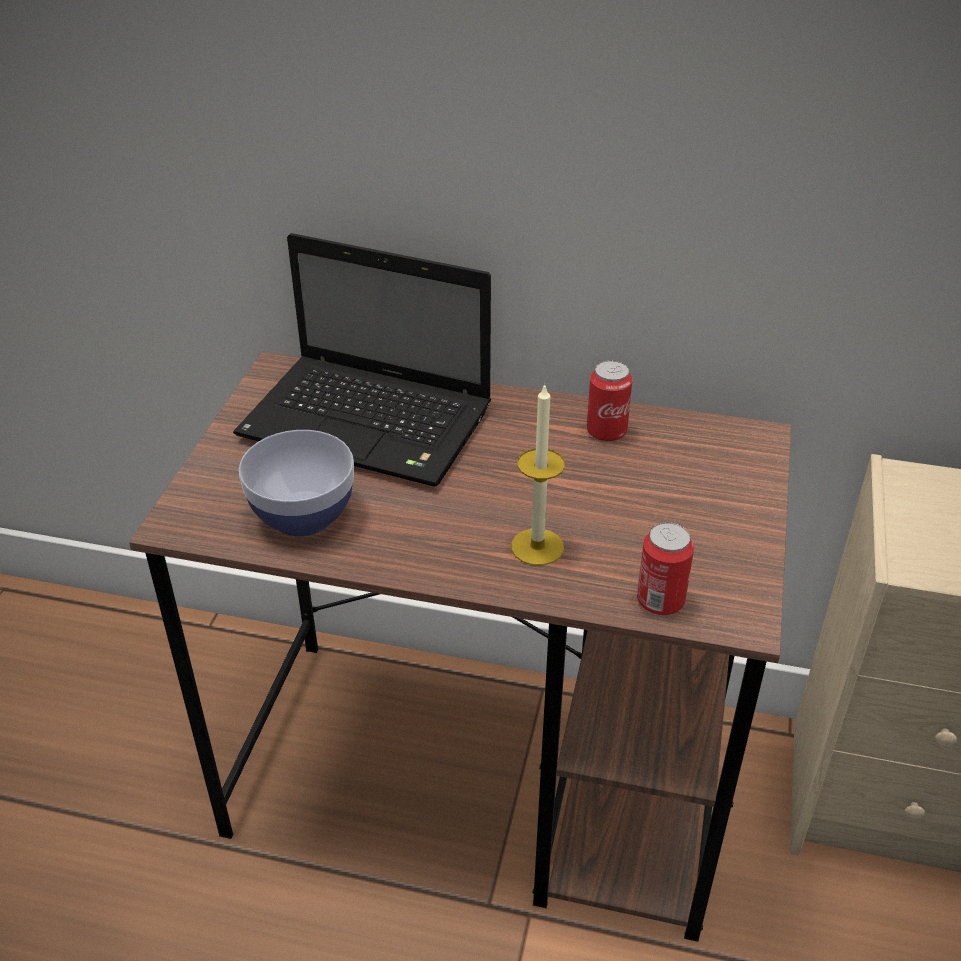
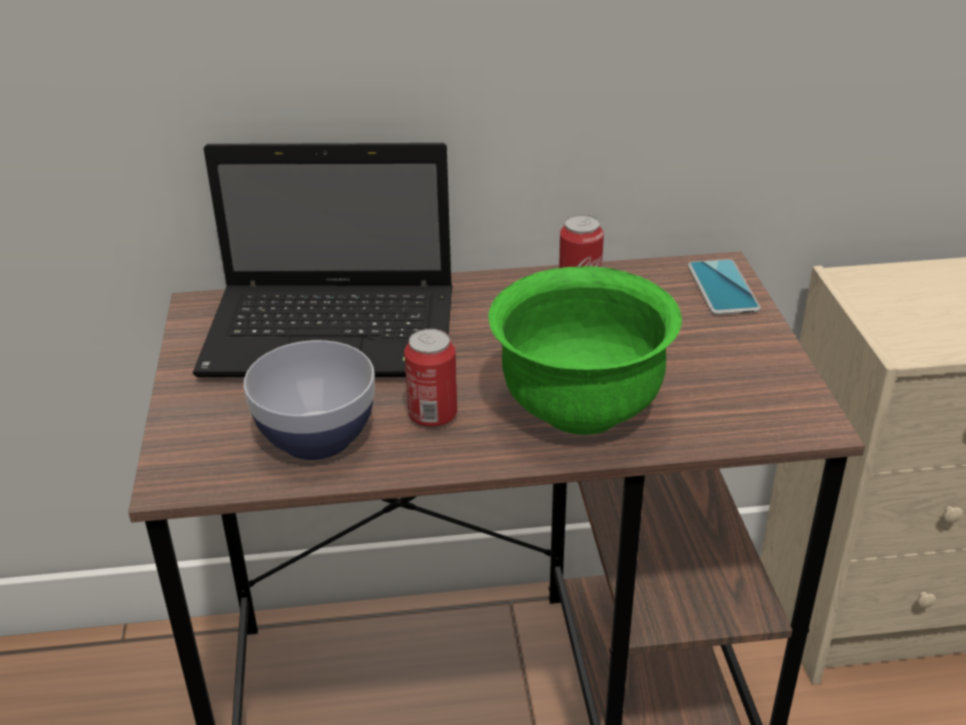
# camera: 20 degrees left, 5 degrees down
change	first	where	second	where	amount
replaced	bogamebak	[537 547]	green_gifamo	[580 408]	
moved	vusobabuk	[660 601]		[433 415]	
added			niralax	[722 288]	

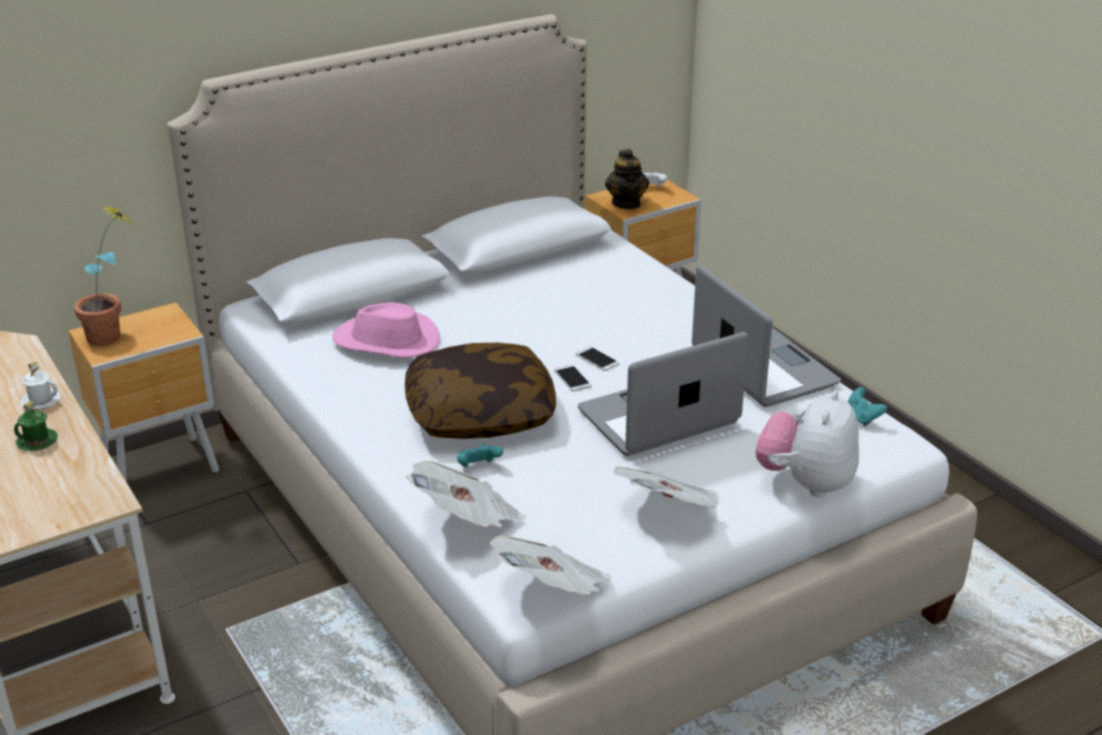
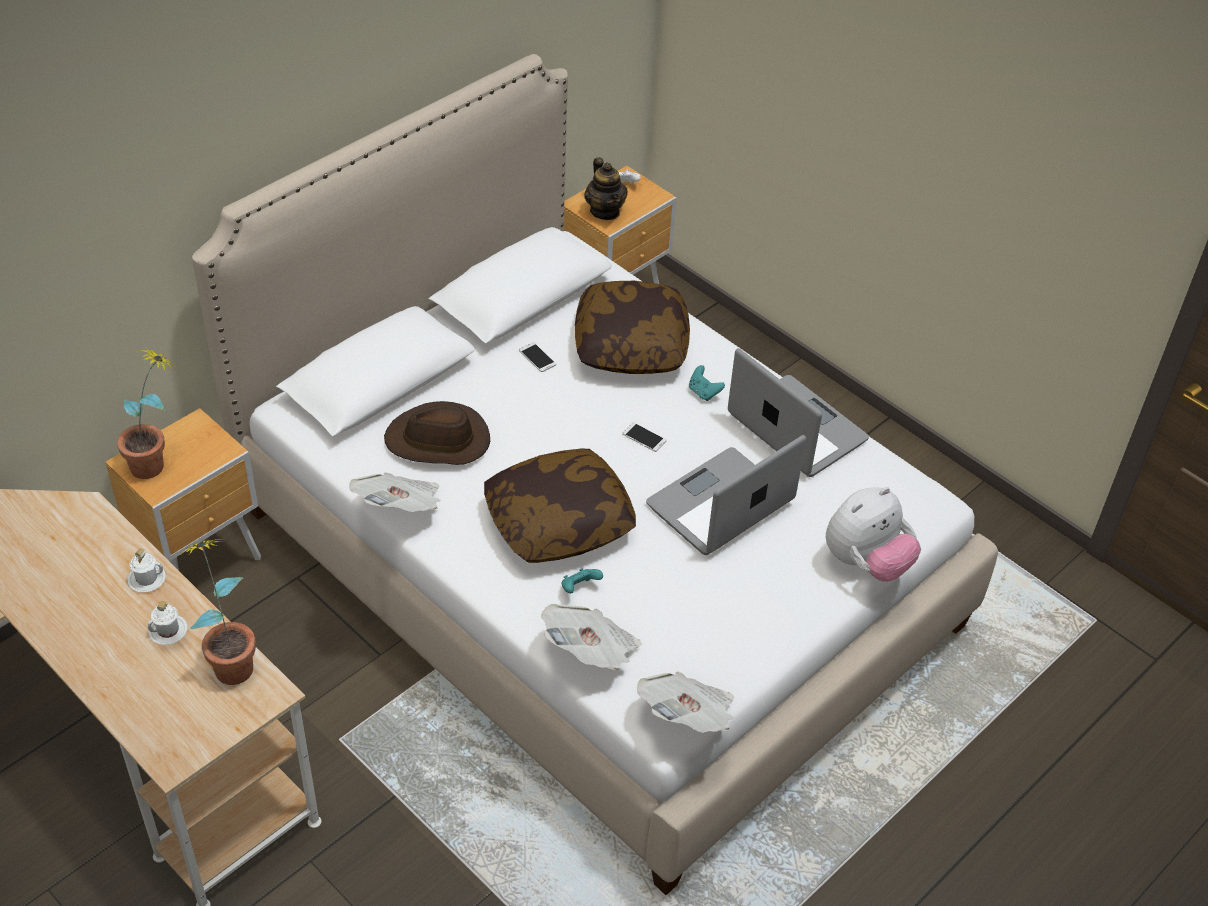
# camera: 15 degrees left, 15 degrees up
change	first	where	second	where	amount
recoloured	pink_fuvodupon	[386 342]	brown_fuvodupon	[438 441]	
moved	niralax	[572 378]		[537 357]	
moved	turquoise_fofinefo	[862 418]		[703 392]	
turned	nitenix	[806 483]		[866 563]	135 degrees counterclockwise
recoloured	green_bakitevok	[37 441]	white_bakitevok	[168 631]	
moved	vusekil	[670 510]		[400 508]	
added			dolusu	[630 345]	
added			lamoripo	[230 660]	

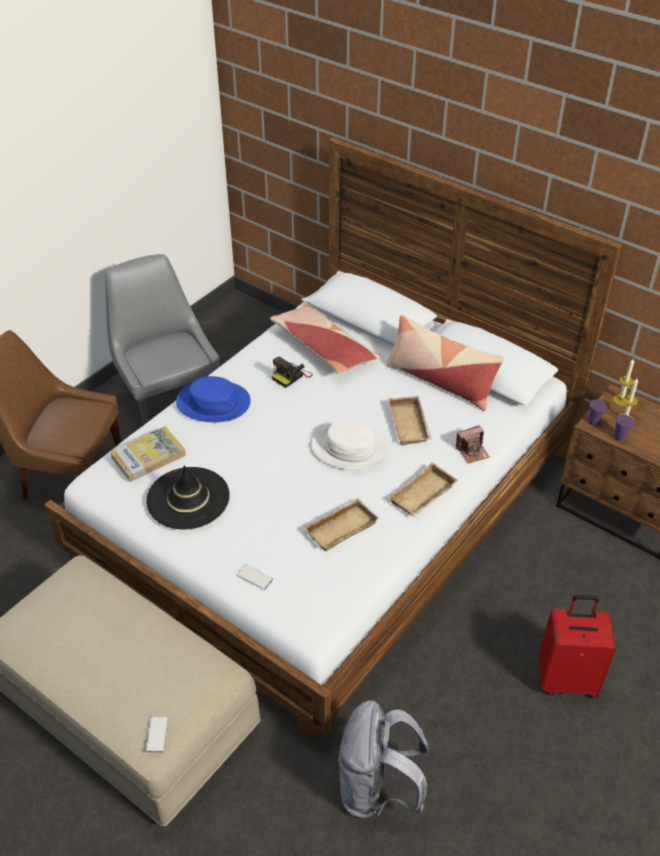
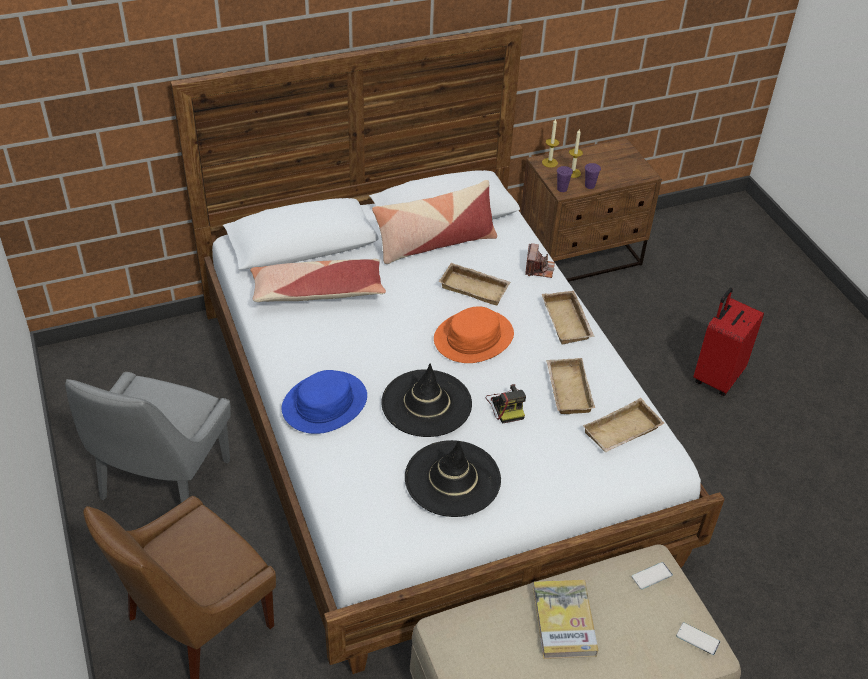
# camera: 60 degrees left, 0 degrees up
change	first	where	second	where	amount
turned	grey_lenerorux	[169 400]		[163 483]	75 degrees counterclockwise
moved	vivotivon	[291 376]		[506 406]	
recoloured	white_fuvodupon	[350 448]	orange_fuvodupon	[473 338]	
moved	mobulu	[148 456]		[564 621]	
moved	niralax	[254 577]		[651 576]	
removed	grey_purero	[377 789]			
added			black_fuvodupon	[426 403]	
added			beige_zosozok	[622 432]	

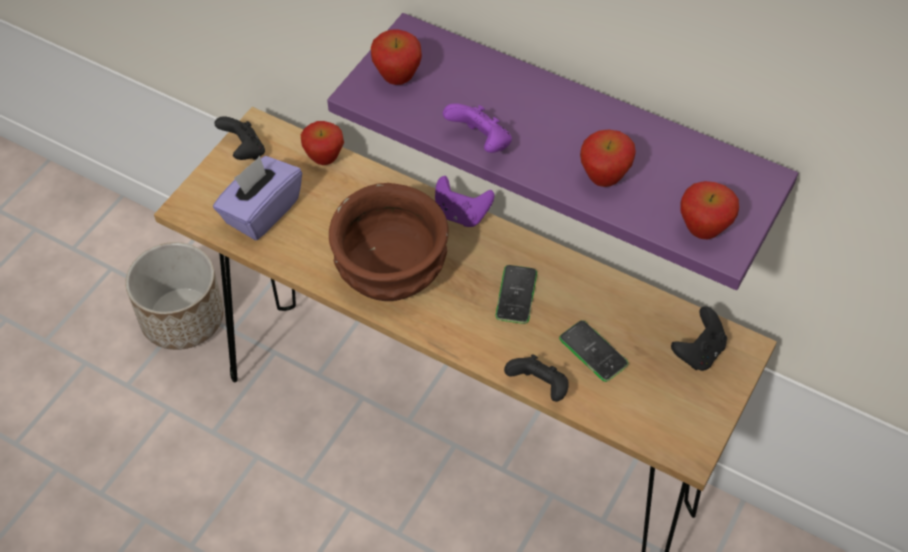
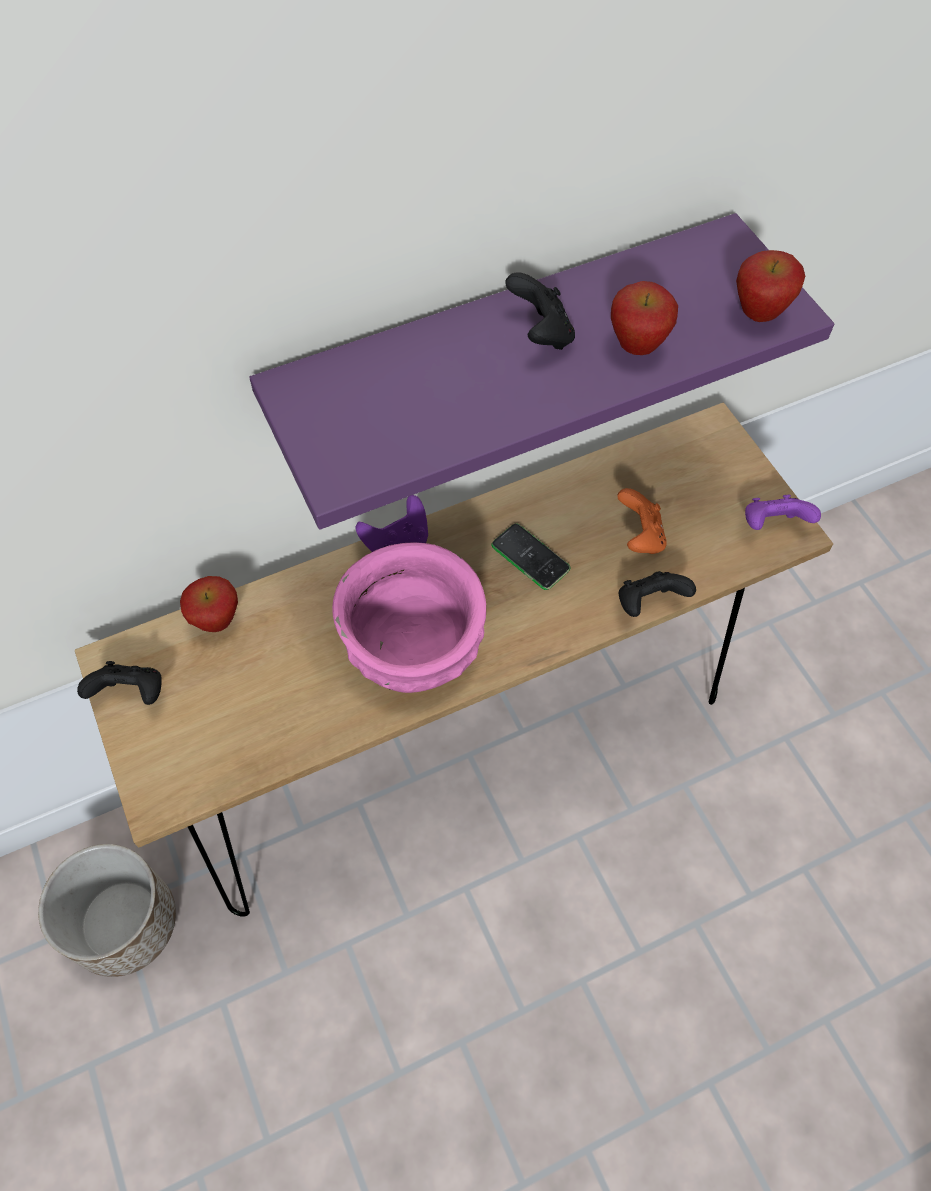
# camera: 55 degrees left, 5 degrees up
change	first	where	second	where	amount
removed	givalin	[397 79]			
moved	purple_fofinefo	[480 143]		[772 525]	
removed	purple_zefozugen	[261 212]			
recoloured	brown_gifamo	[392 270]	pink_gifamo	[416 645]	
moved	black_fofinefo	[698 352]		[541 334]	
replaced	niralax	[593 351]	orange_fofinefo	[639 536]	

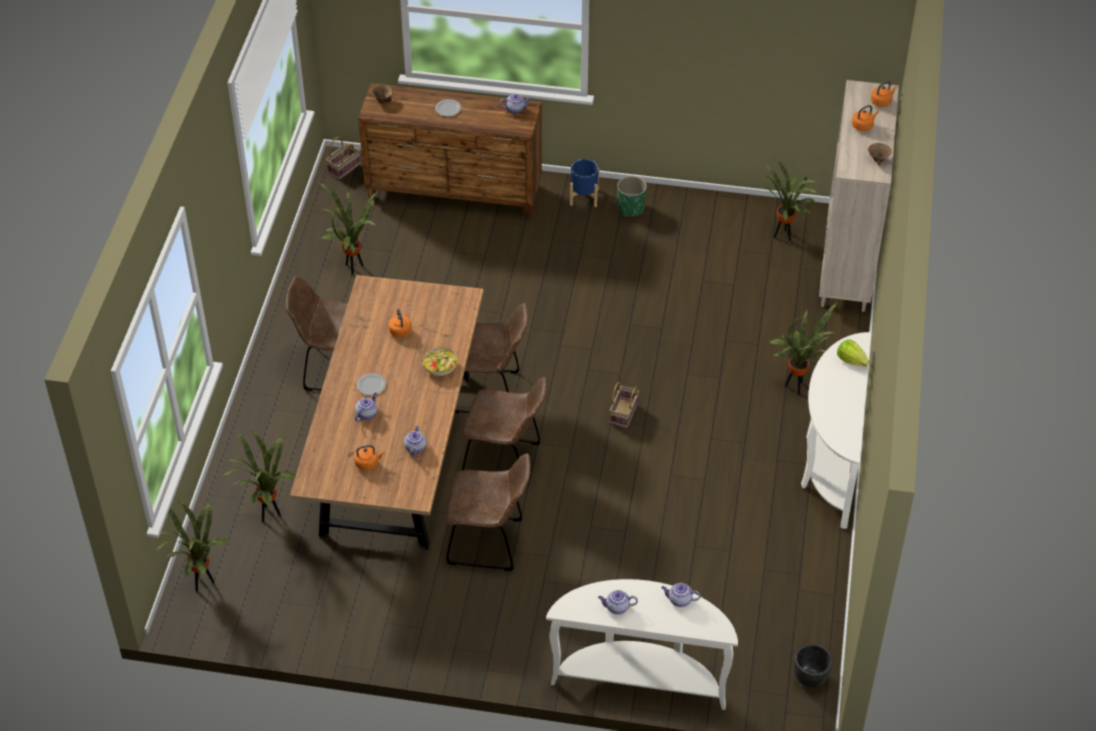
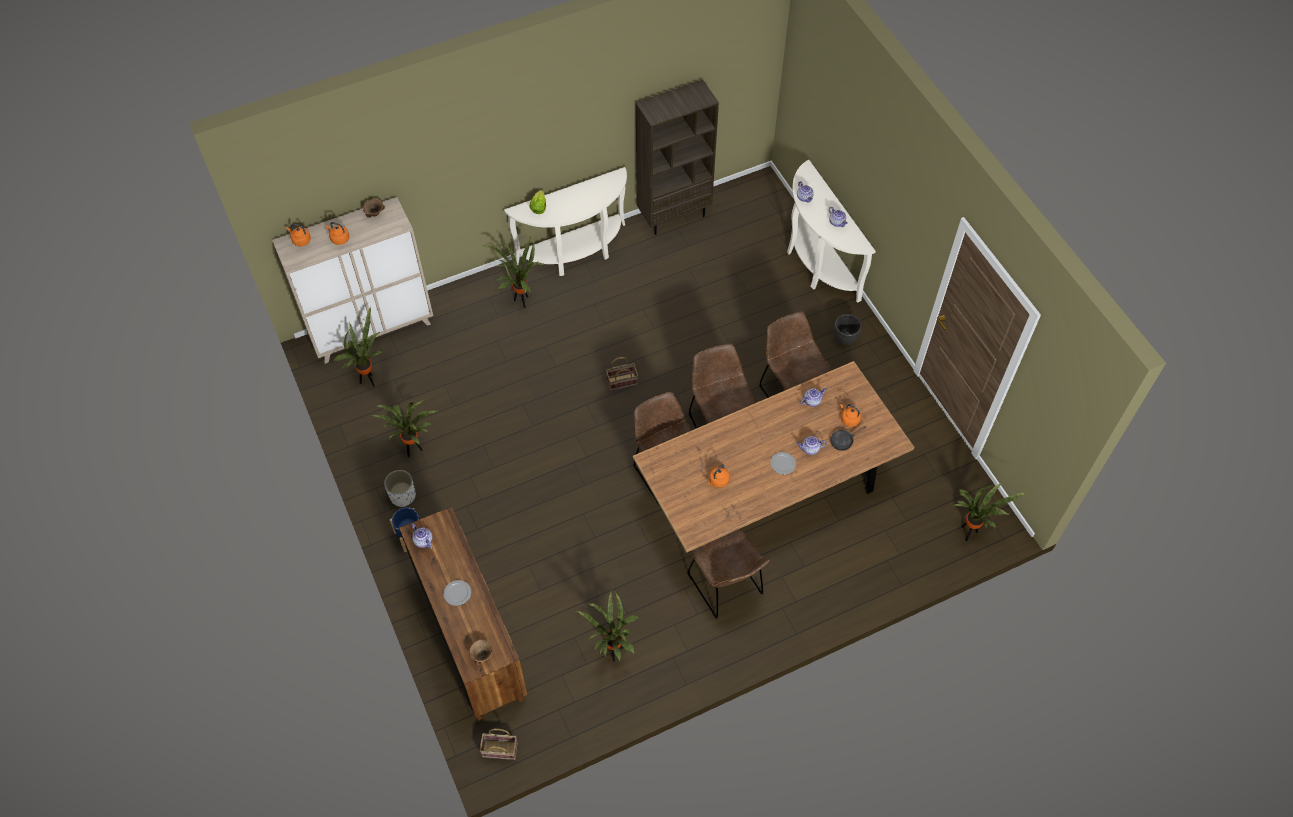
# camera: 125 degrees left, 10 degrees up
change	first	where	second	where	amount
recoloured	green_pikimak	[631 208]	white_pikimak	[403 496]	
removed	gifamo	[440 367]			
moved	lamoripo	[268 514]		[414 450]	
moved	black_pikimak	[810 679]		[845 339]	
added			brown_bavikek	[674 215]	
added			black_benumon	[843 441]	

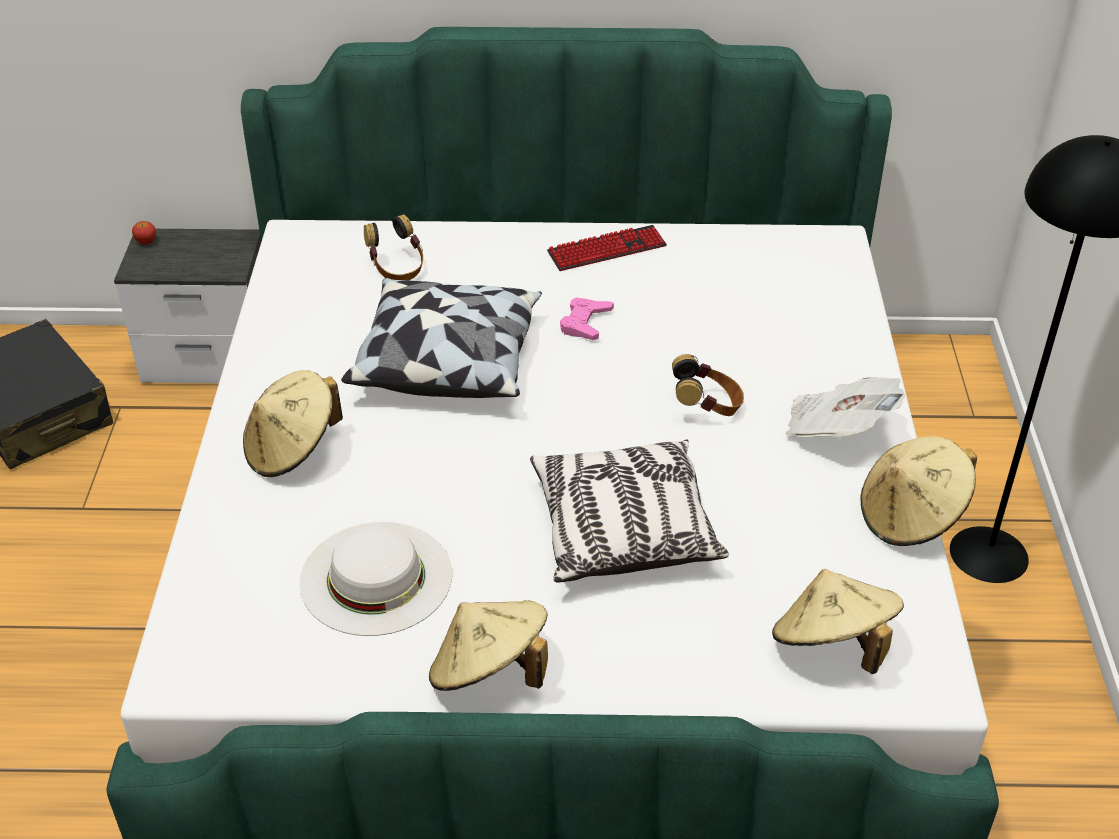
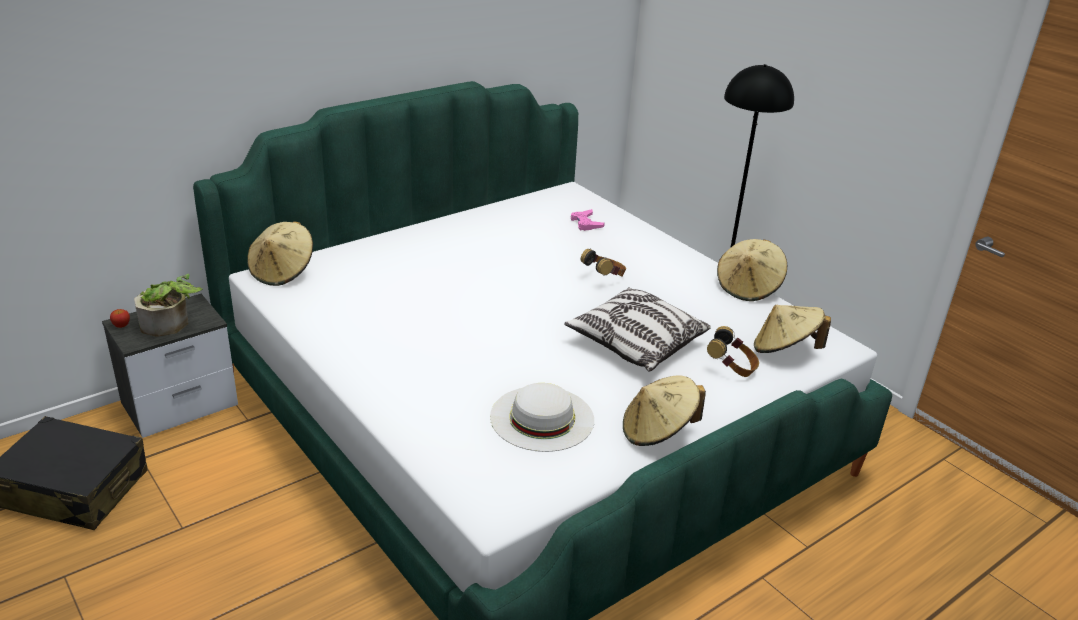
# camera: 40 degrees left, 10 degrees down
change	first	where	second	where	amount
moved	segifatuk	[397 269]		[731 368]	
removed	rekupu	[607 250]			
removed	dolusu	[447 360]			
moved	pink_fofinefo	[585 323]		[586 223]	
moved	beige_fuvodupon	[292 449]		[282 272]	
removed	vusekil	[837 429]			
added			lamoripo	[170 324]	

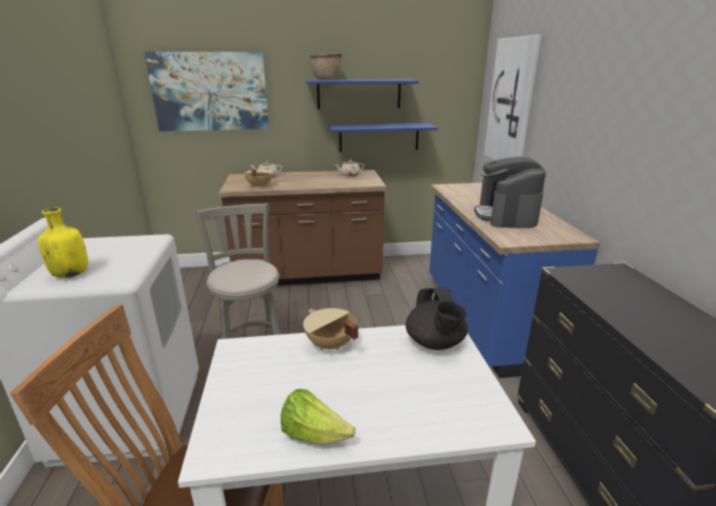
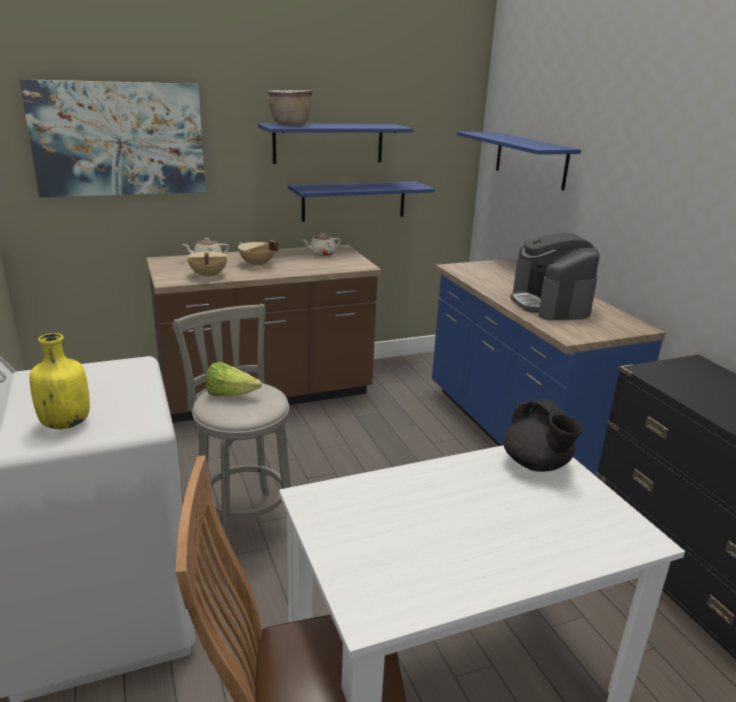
# camera: 15 degrees left, 0 degrees up
change	first	where	second	where	amount
replaced	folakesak	[512 102]	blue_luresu	[530 159]	
moved	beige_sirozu	[330 345]		[257 265]	
moved	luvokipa	[314 435]		[230 395]	

